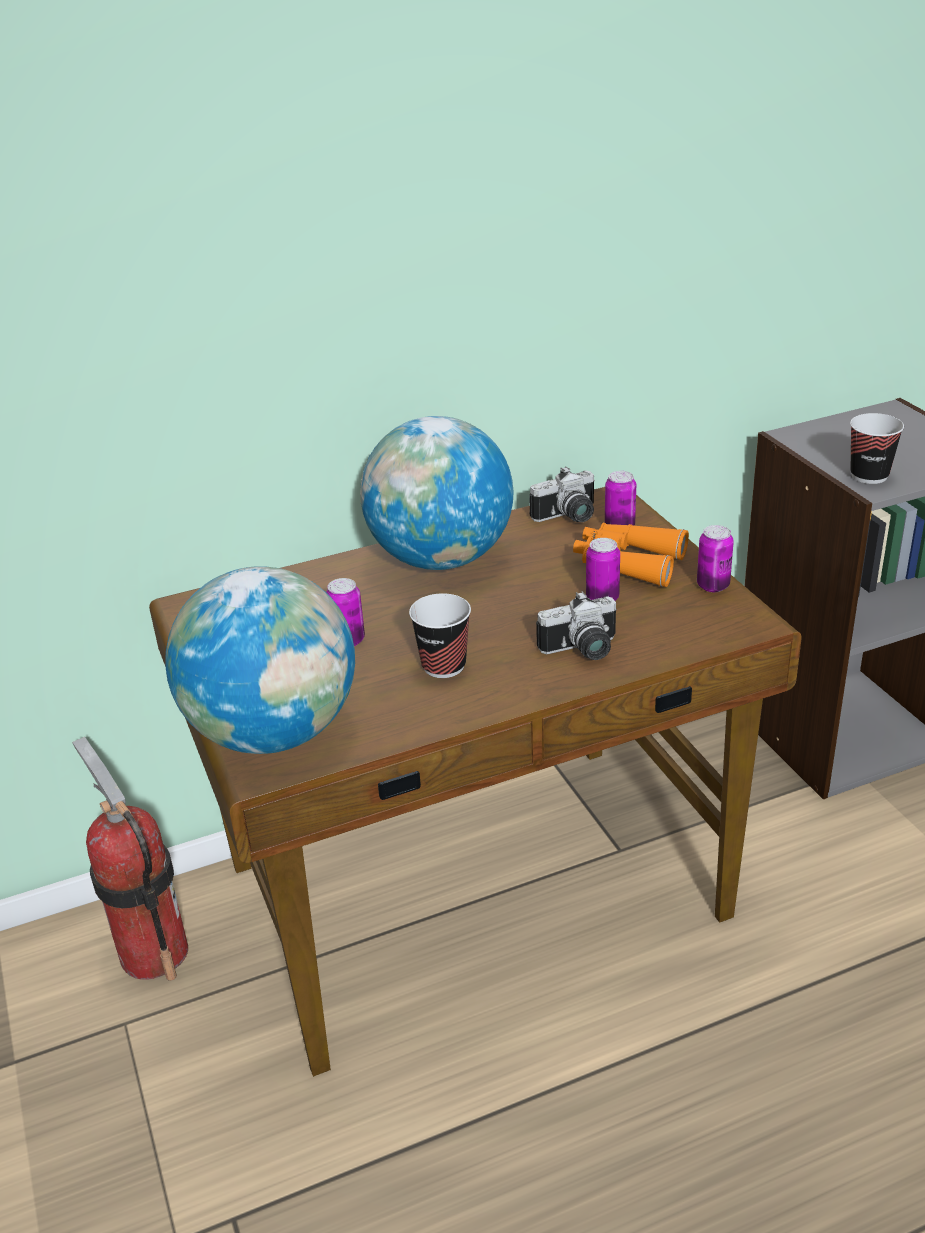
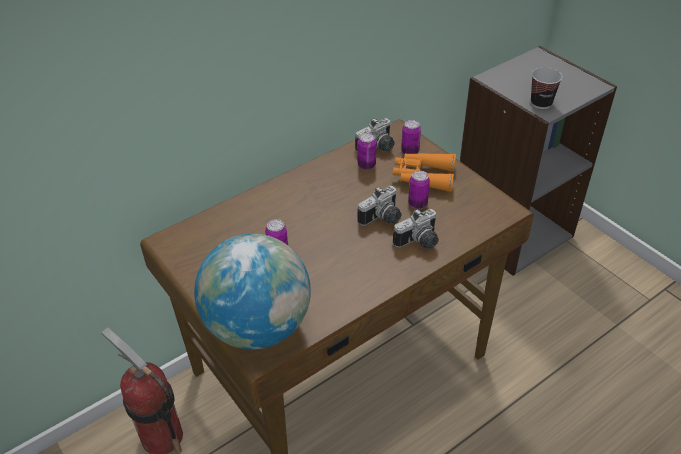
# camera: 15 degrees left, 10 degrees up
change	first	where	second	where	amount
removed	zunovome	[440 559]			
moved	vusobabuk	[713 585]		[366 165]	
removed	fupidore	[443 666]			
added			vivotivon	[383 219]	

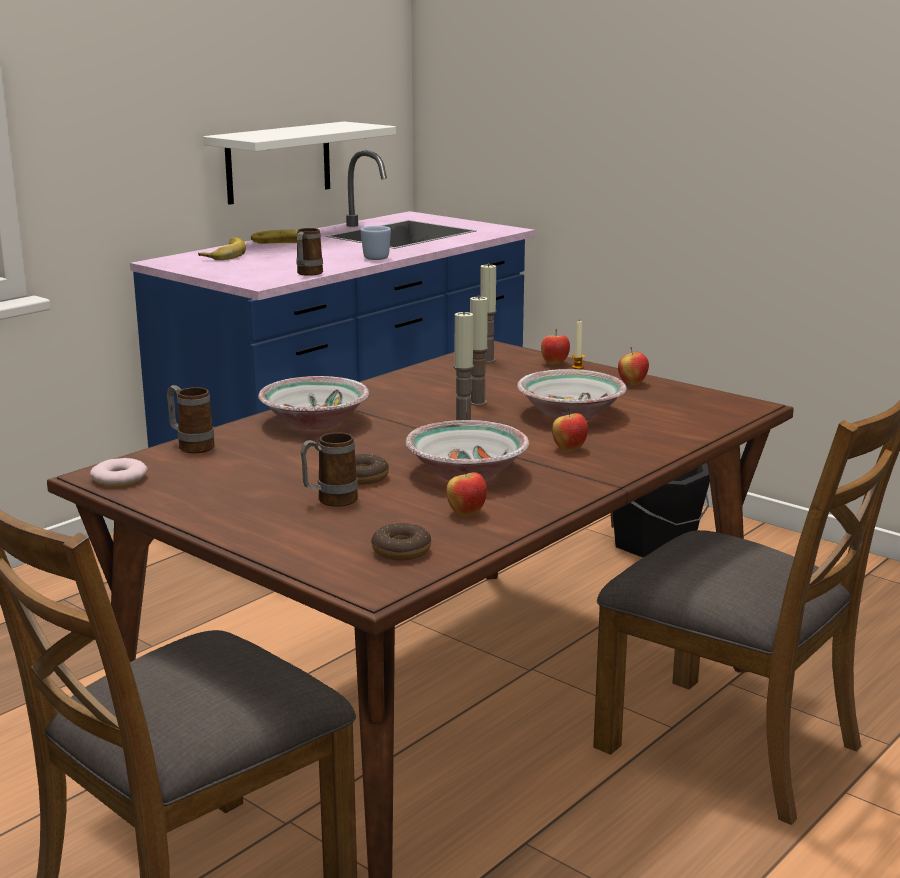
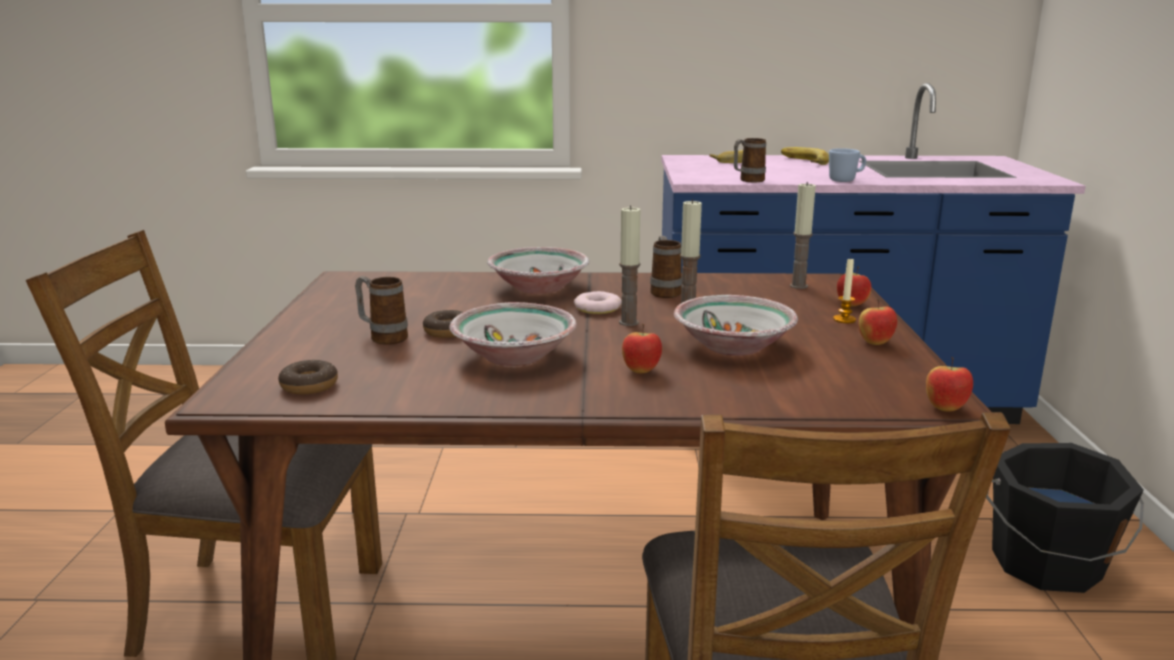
# camera: 50 degrees right, 0 degrees up
change	first	where	second	where	amount
removed	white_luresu	[278 162]			
moved	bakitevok	[191 446]		[664 291]	
moved	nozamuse	[119 478]		[597 308]	
moved	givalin	[466 513]		[945 408]	

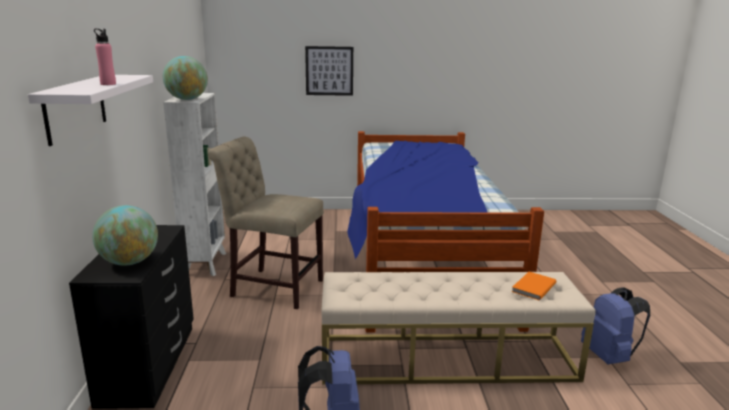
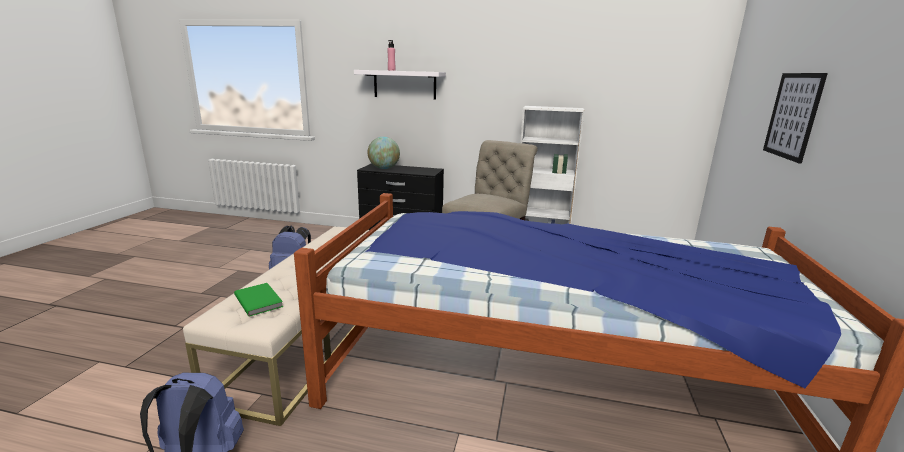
# camera: 105 degrees right, 0 degrees up
change	first	where	second	where	amount
removed	zunovome	[187 99]			
recoloured	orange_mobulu	[532 287]	green_mobulu	[259 300]	

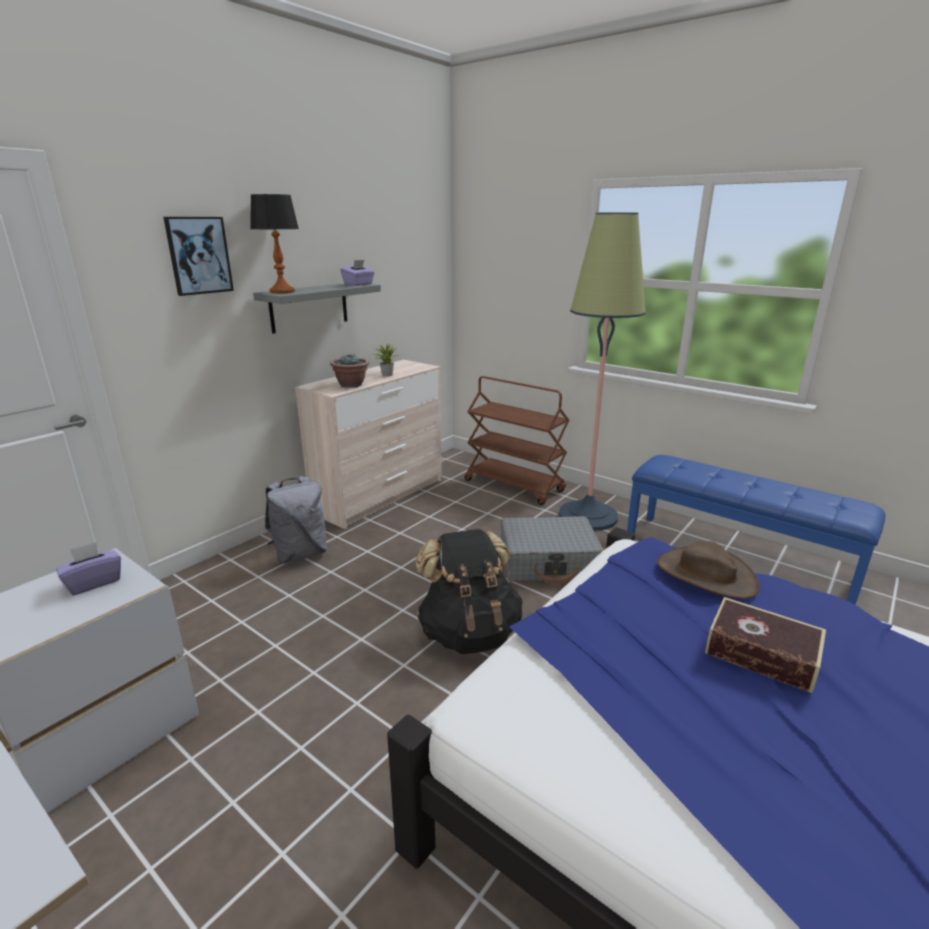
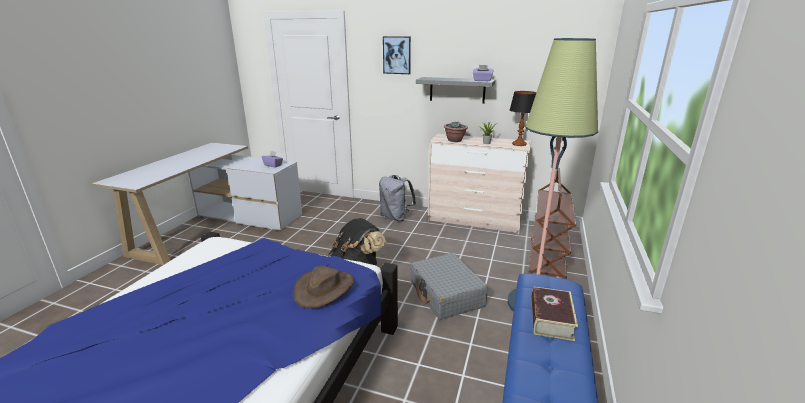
# camera: 70 degrees right, 0 degrees up
change	first	where	second	where	amount
moved	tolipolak	[282 291]		[519 144]	
moved	mobulu	[761 653]		[551 319]	

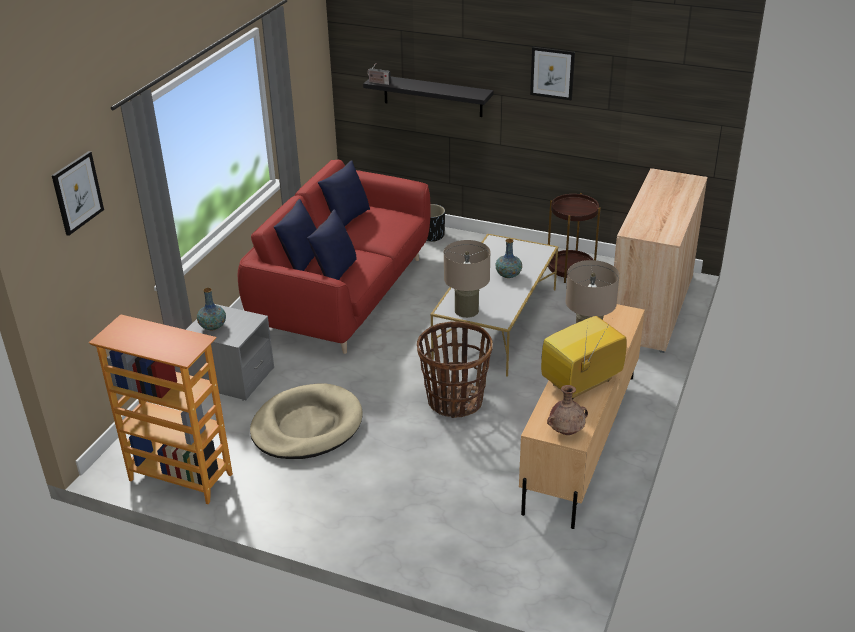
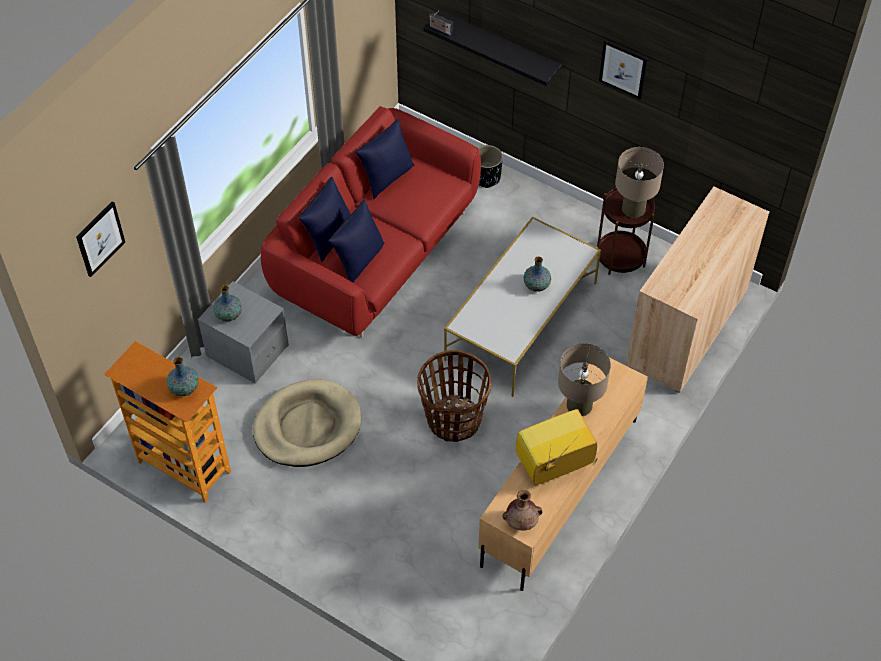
# camera: 10 degrees right, 20 degrees up
change	first	where	second	where	amount
moved	beige_tolipolak	[466 310]		[633 208]	
added			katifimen	[184 388]	

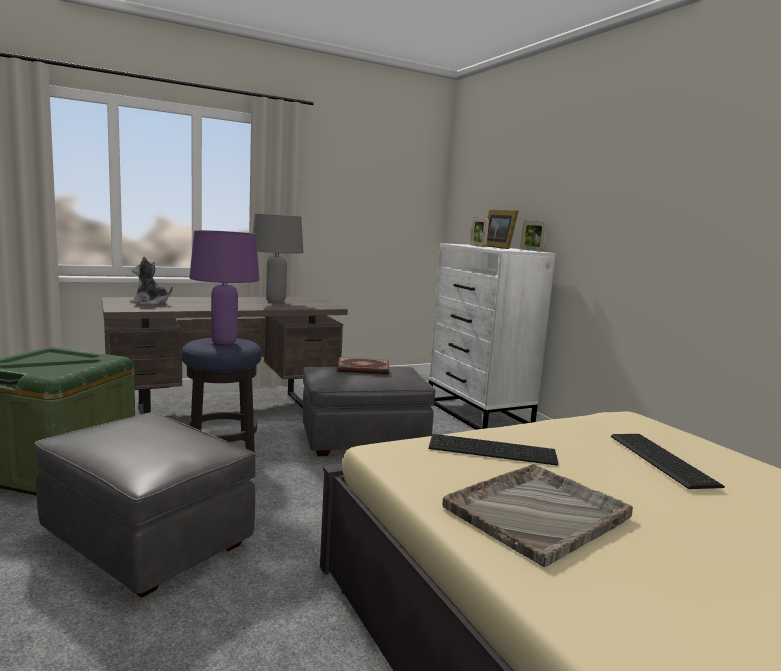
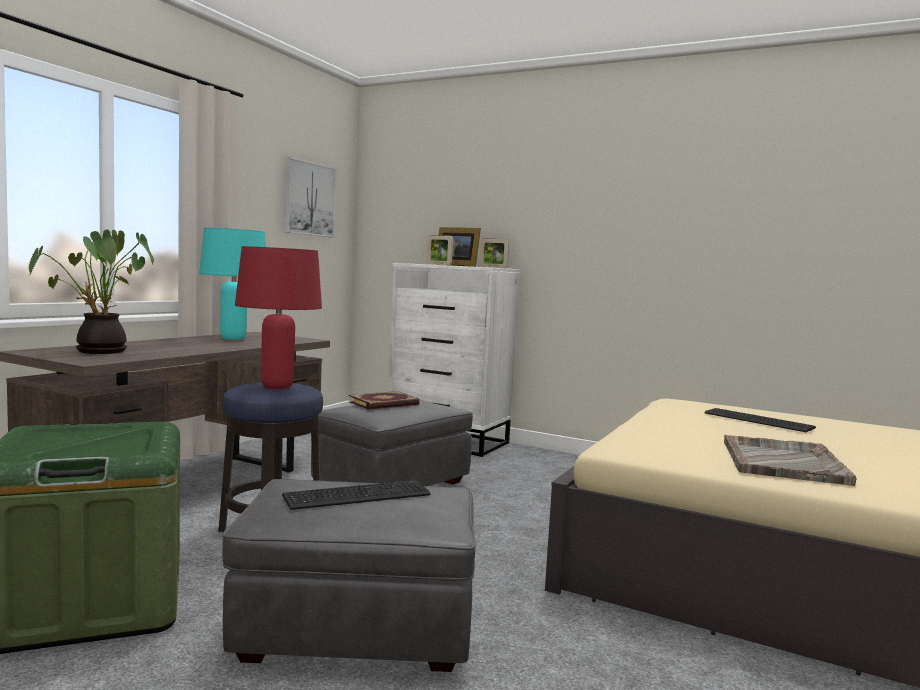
# camera: 35 degrees left, 5 degrees down
change	first	where	second	where	amount
recoloured	grey_tolipolak	[276 301]	turquoise_tolipolak	[233 339]	
recoloured	purple_tolipolak	[224 342]	red_tolipolak	[277 387]	
replaced	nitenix	[150 302]	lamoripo	[97 352]	
moved	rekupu	[490 449]		[354 494]	
added			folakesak	[309 199]	

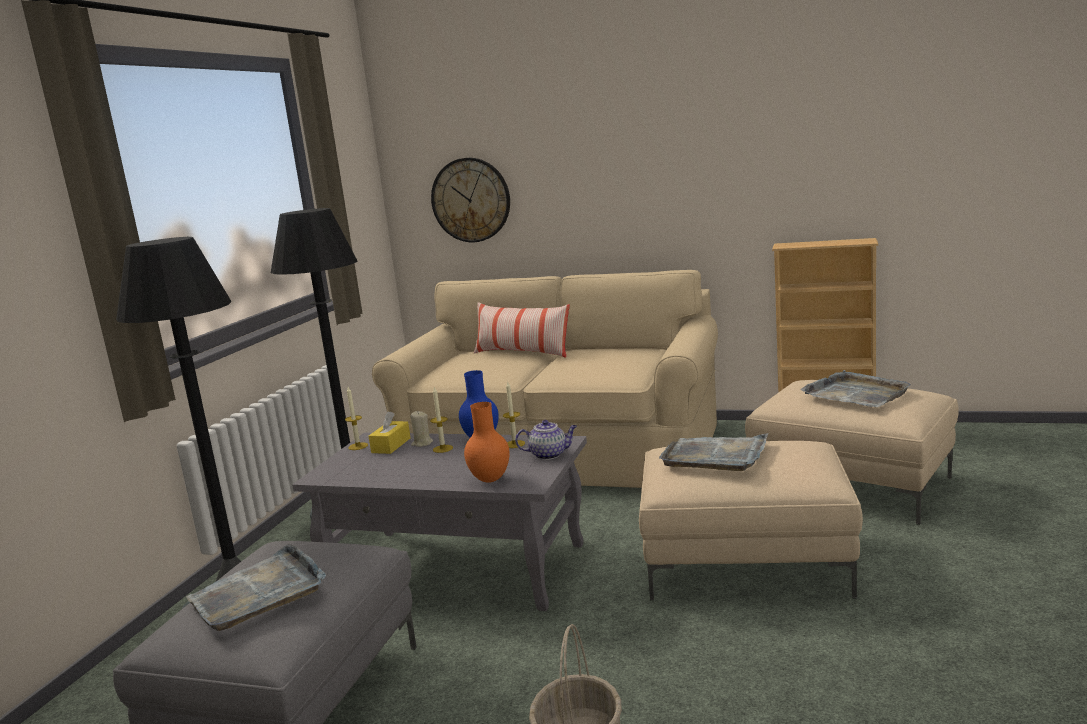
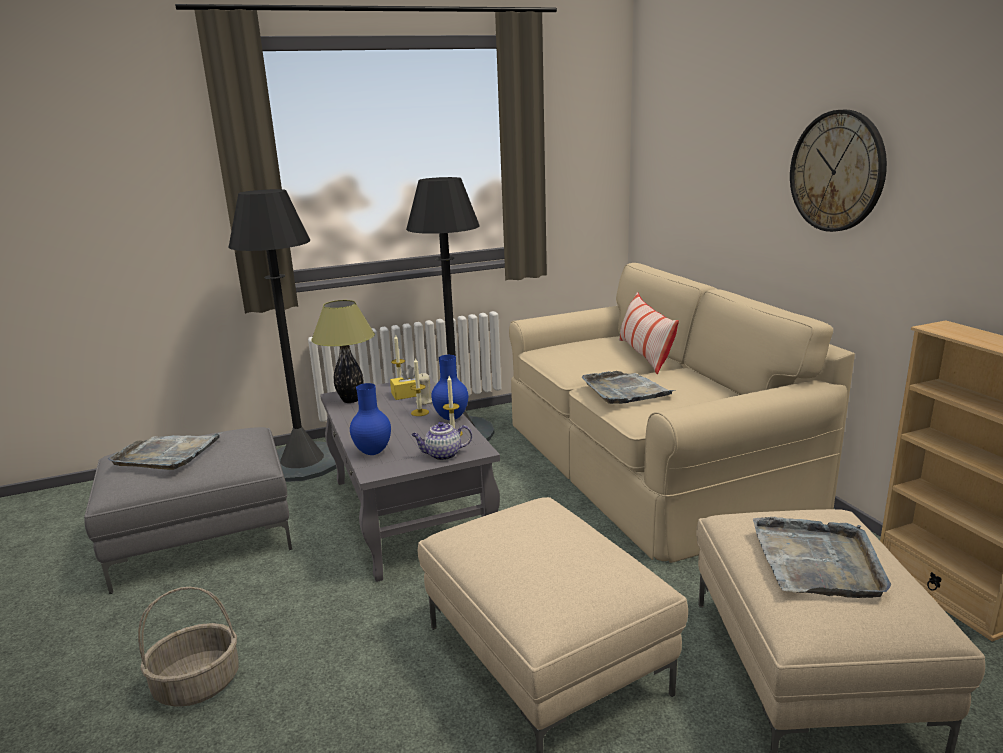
# camera: 50 degrees right, 5 degrees up
change	first	where	second	where	amount
moved	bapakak	[471 200]		[837 171]	
recoloured	orange_katifimen	[489 480]	blue_katifimen	[372 452]	
turned	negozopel	[549 454]		[442 455]	120 degrees clockwise
moved	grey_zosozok	[715 456]		[624 390]	
added			tolipolak	[351 400]	

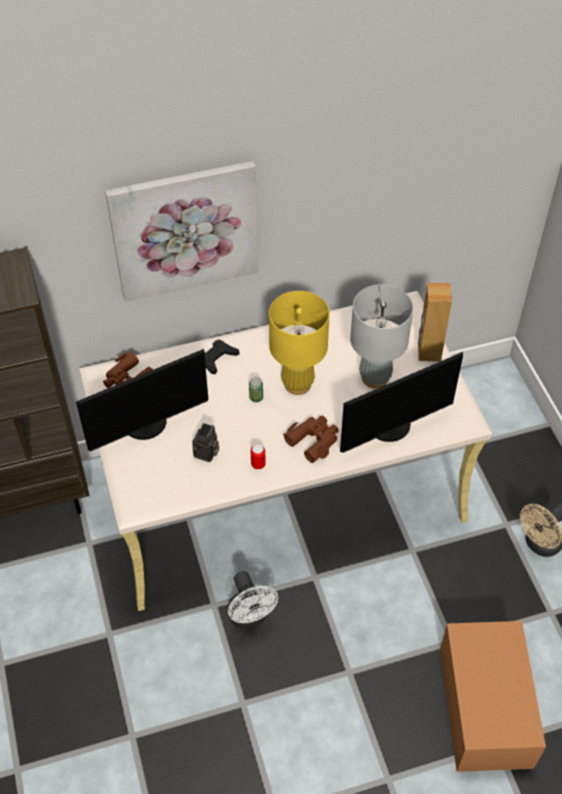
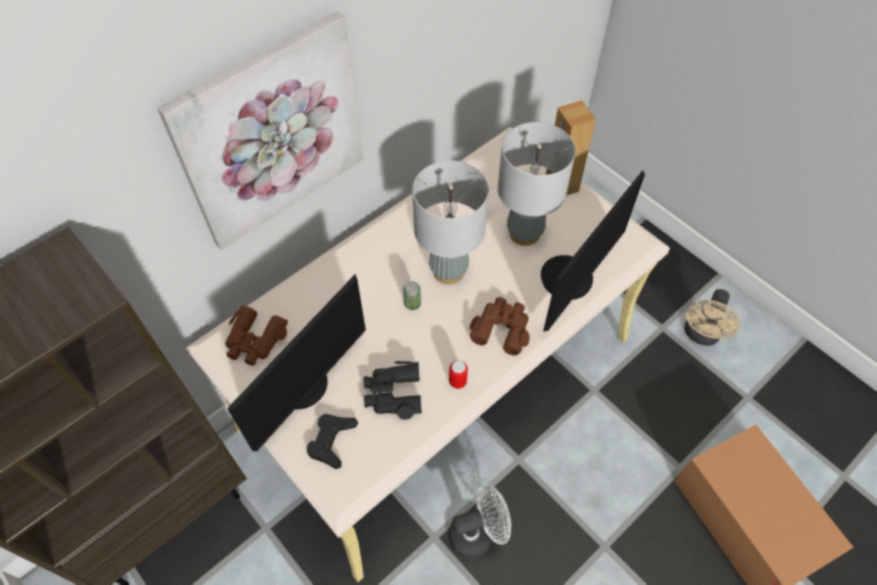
# camera: 25 degrees left, 5 degrees up
change	first	where	second	where	amount
recoloured	yellow_tolipolak	[297 384]	grey_tolipolak	[448 271]	
moved	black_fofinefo	[217 359]		[331 441]	
replaced	vivotivon	[206 454]	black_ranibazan	[393 394]	
turned	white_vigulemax	[250 617]		[477 533]	60 degrees counterclockwise

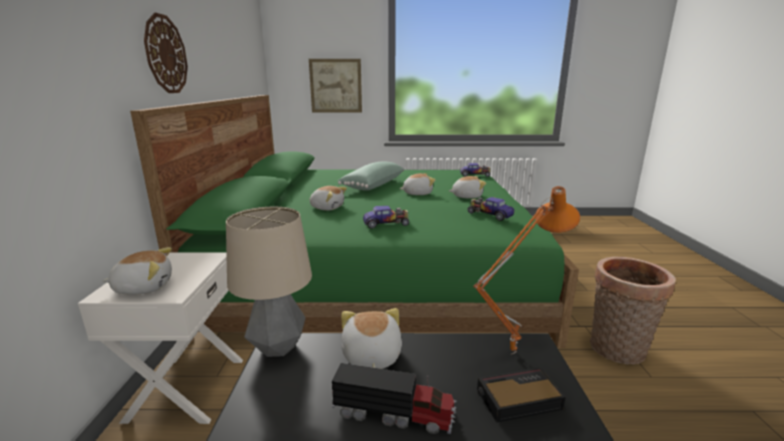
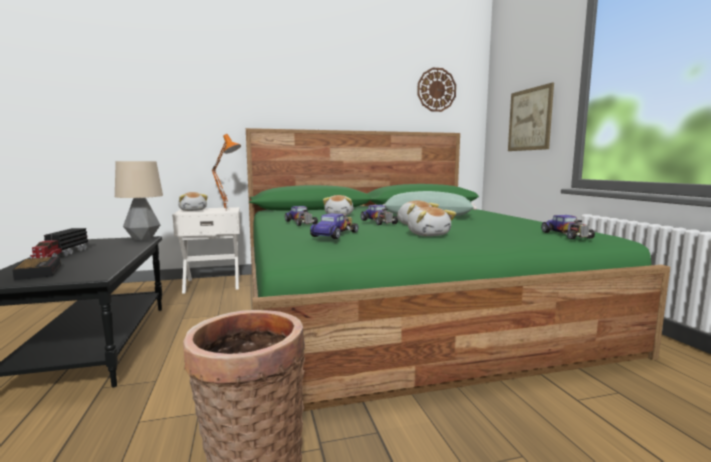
# camera: 75 degrees right, 10 degrees down
change	first	where	second	where	amount
moved	bapakak	[166 54]		[436 90]	
moved	orange_tolipolak	[511 351]		[227 210]	
removed	nitenix	[370 356]			
added			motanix	[379 222]	

